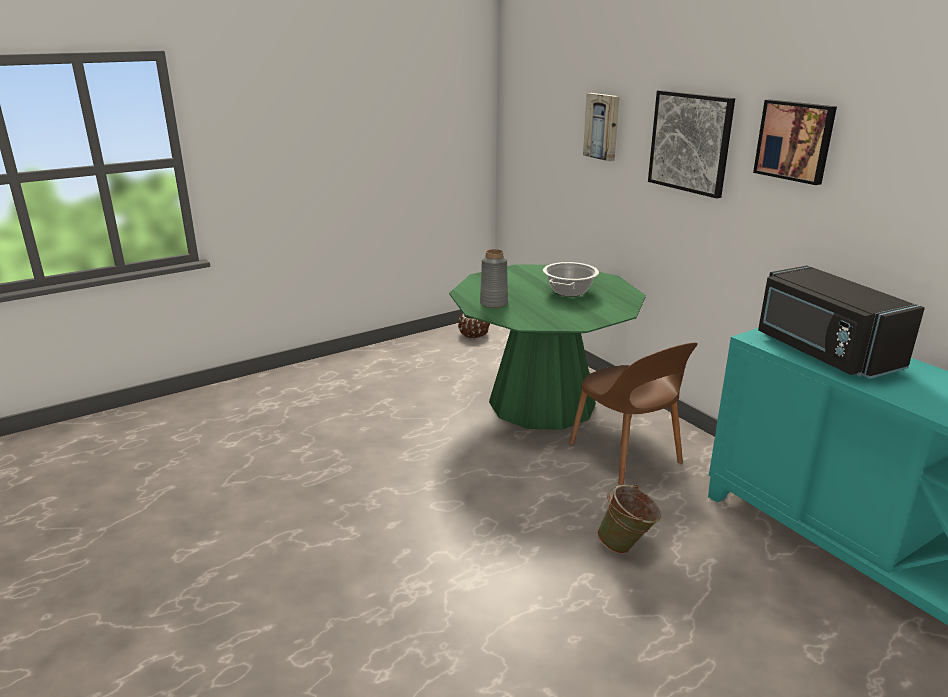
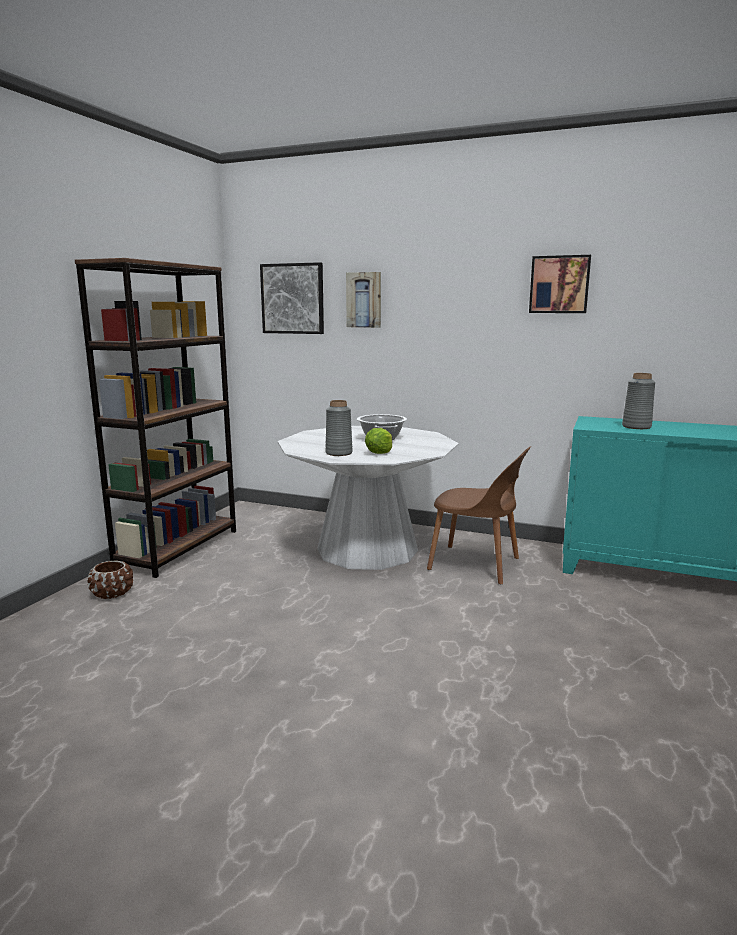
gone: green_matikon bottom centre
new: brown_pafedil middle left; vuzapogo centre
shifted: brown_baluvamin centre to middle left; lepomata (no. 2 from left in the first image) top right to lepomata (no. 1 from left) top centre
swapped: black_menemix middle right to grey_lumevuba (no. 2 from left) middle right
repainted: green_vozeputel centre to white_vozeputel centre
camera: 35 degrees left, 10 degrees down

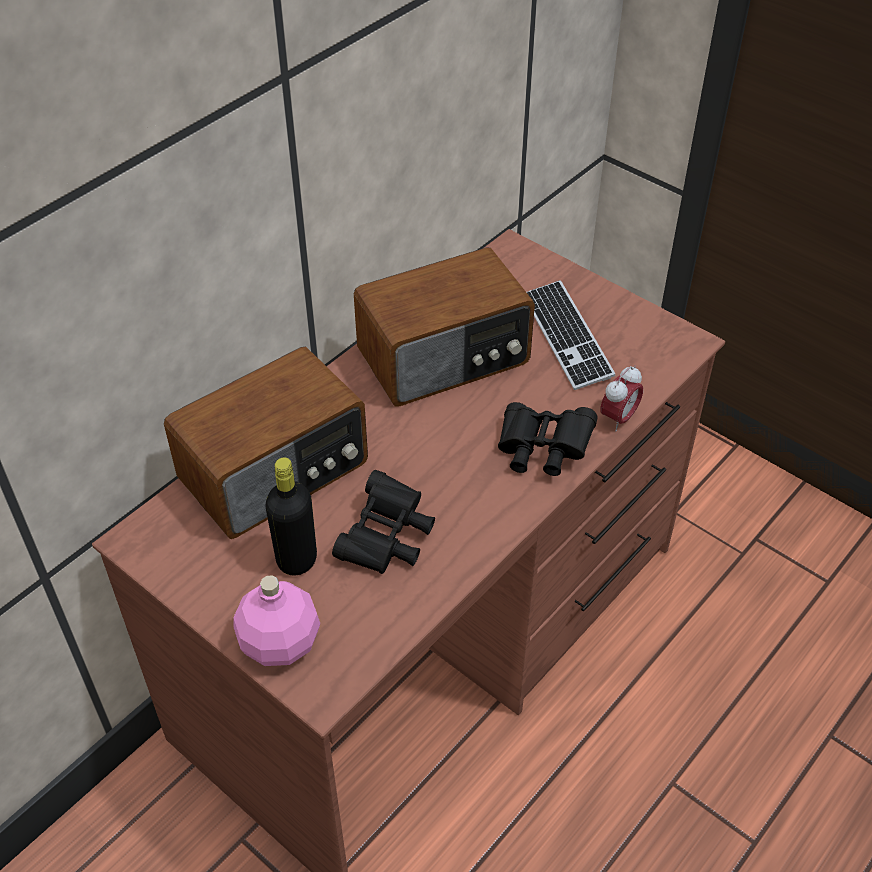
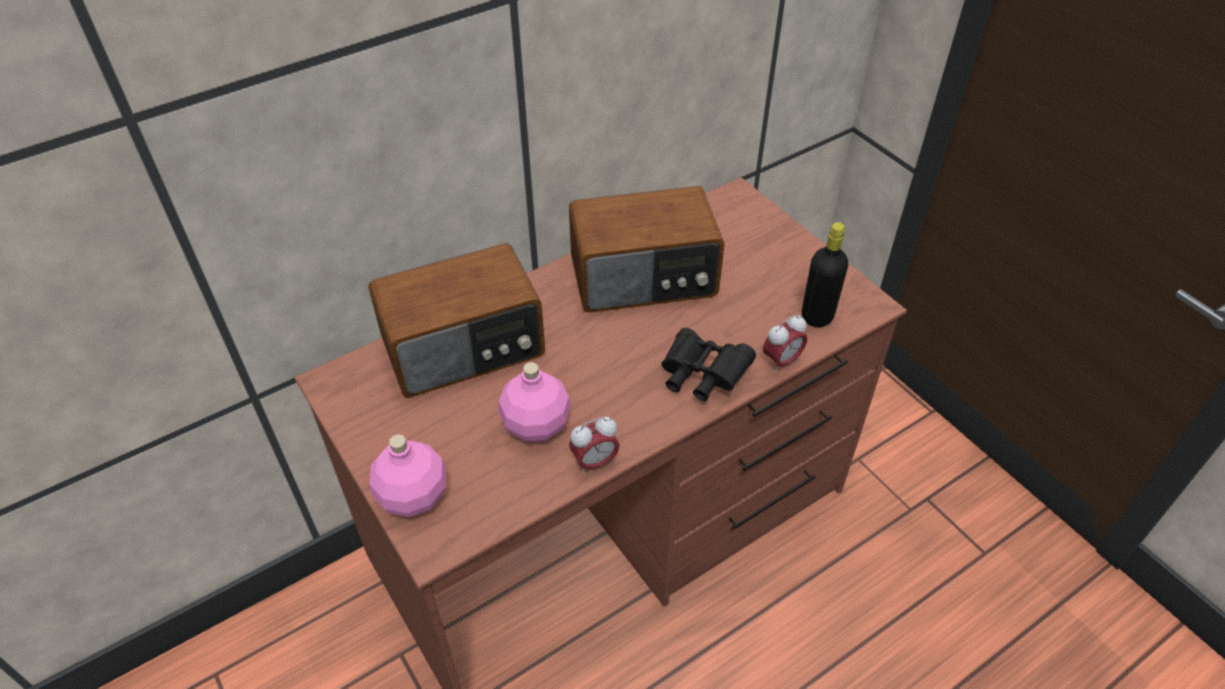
gone: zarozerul centre
new: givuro (no. 1 from left) centre
shifted: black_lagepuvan centre to middle right
swapped: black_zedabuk (no. 1 from left) centre to pink_lagepuvan (no. 2 from left) centre
camera: 15 degrees right, 0 degrees up

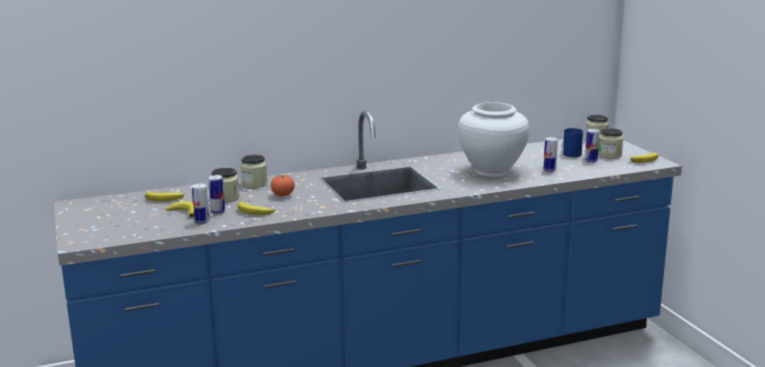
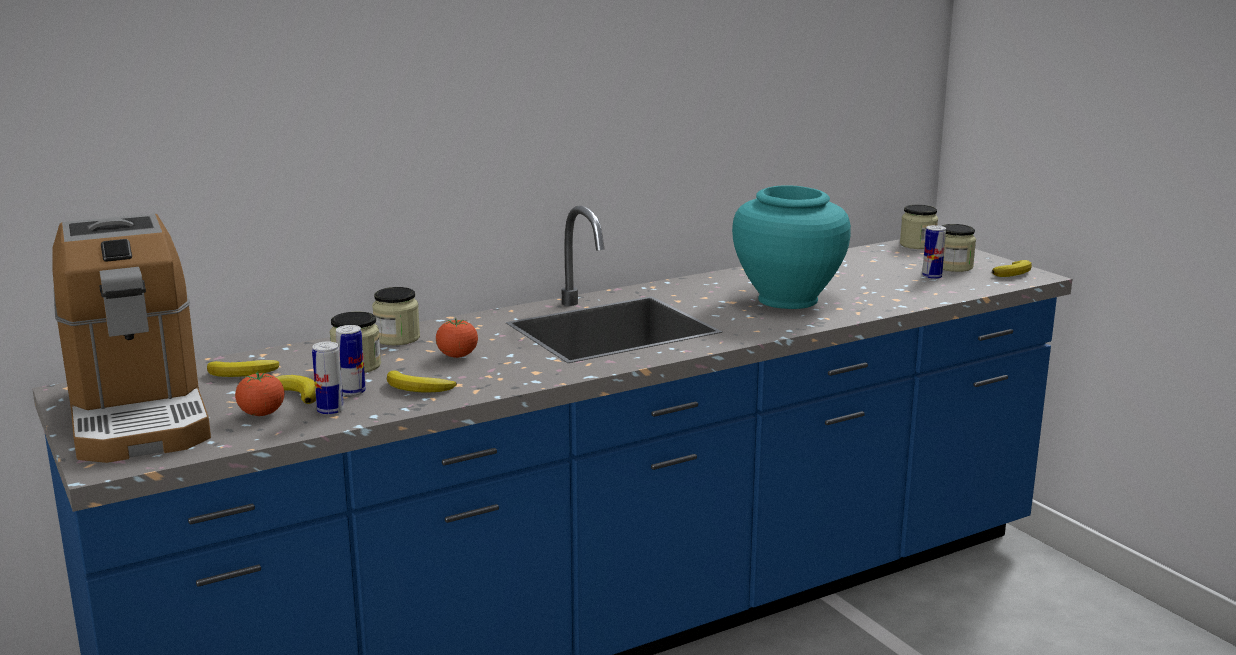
gone: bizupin (no. 3 from left) middle right; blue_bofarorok middle right
new: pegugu middle left; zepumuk (no. 1 from left) middle left
repainted: white_lumevuba centre to turquoise_lumevuba centre
camera: 10 degrees left, 0 degrees up

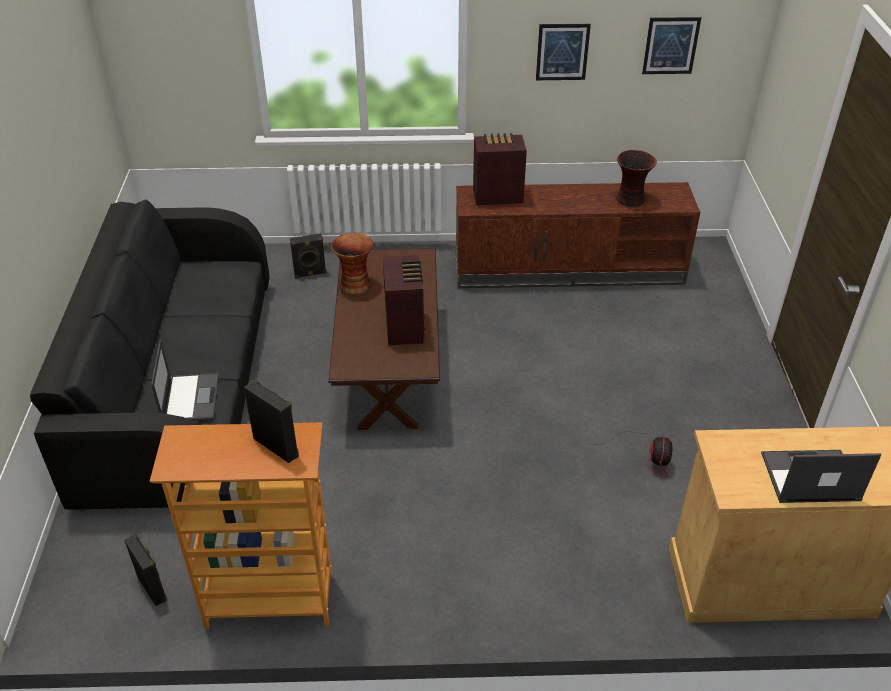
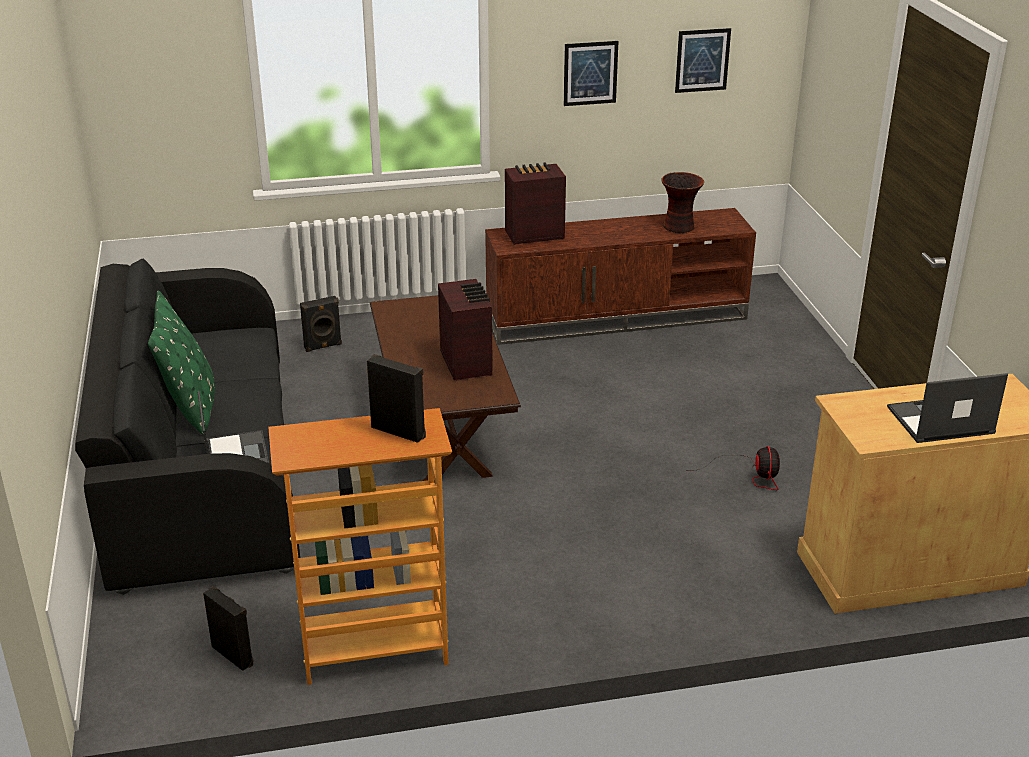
gone: lumevuba (no. 1 from left) centre
new: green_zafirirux middle left
camera: 10 degrees left, 10 degrees down

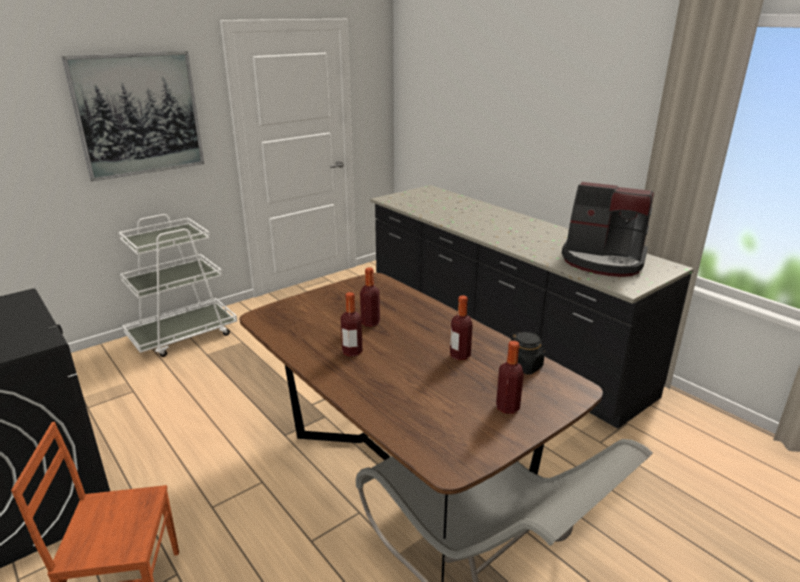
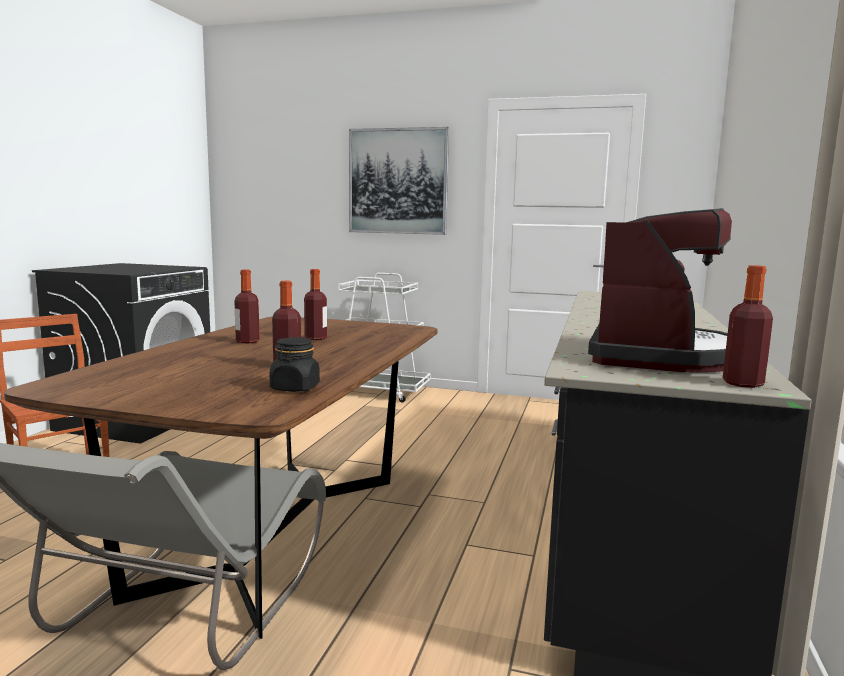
shifted: lagepuvan (no. 4 from left) centre to middle right
rotated: pegugu middle right = middle right 150 degrees counterclockwise
camera: 55 degrees right, 15 degrees down

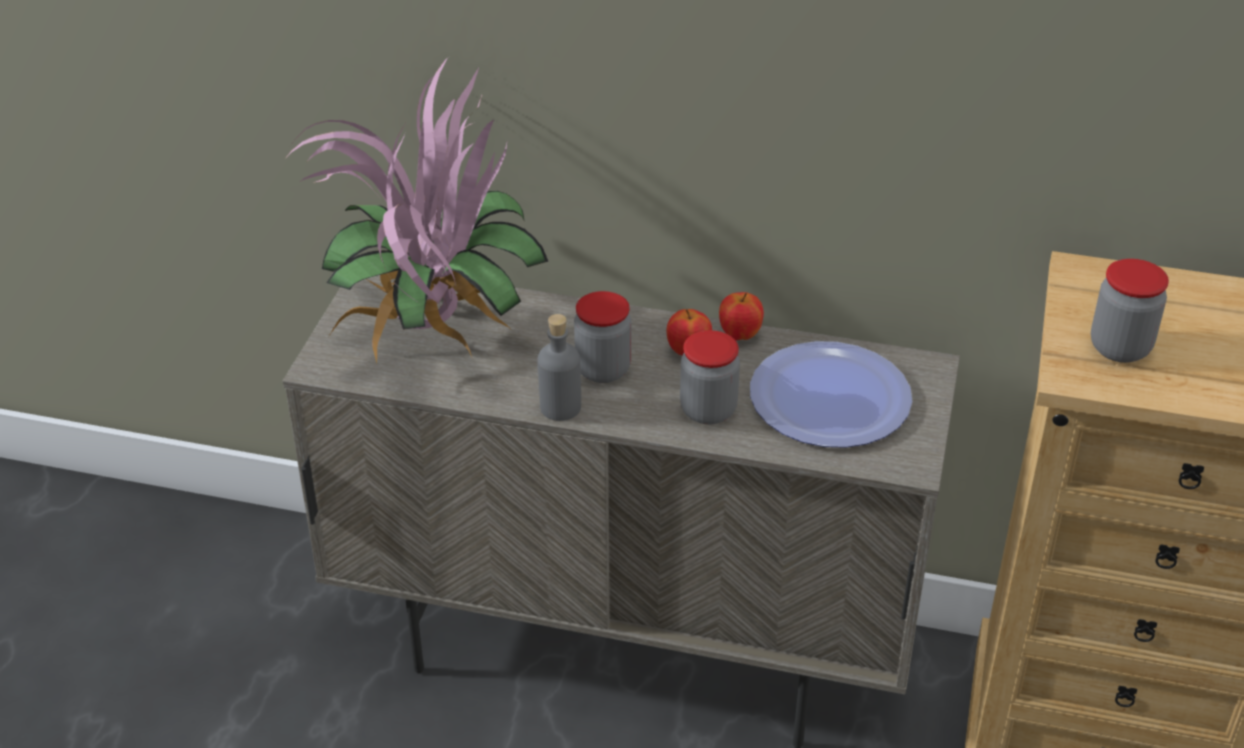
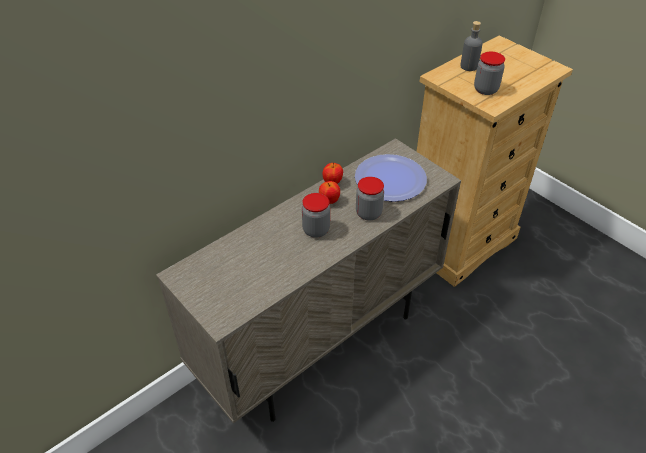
gone: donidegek top centre
shifted: grey_lagepuvan centre to top right
camera: 55 degrees left, 5 degrees up

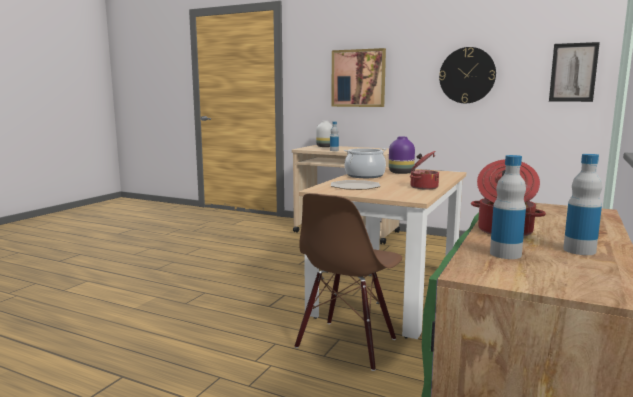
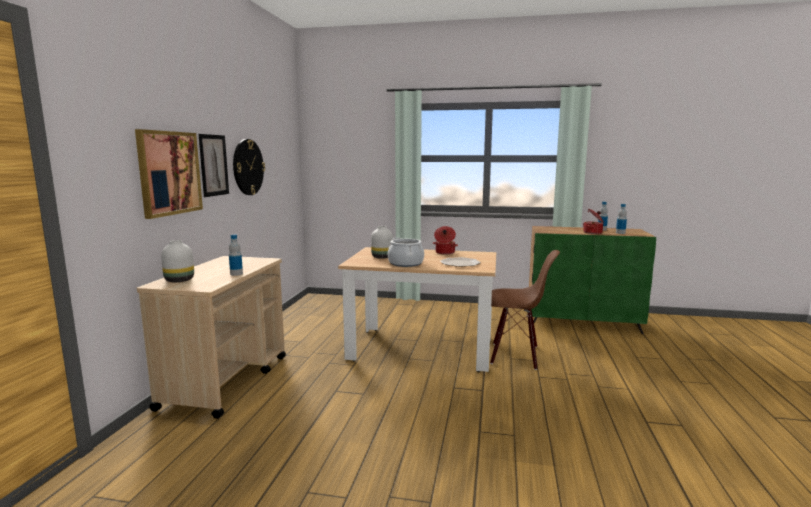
shifted: lepomata (no. 2 from left) top right to top left
repainted: purple_lumevuba centre to white_lumevuba (no. 2 from left) centre
camera: 105 degrees left, 0 degrees up

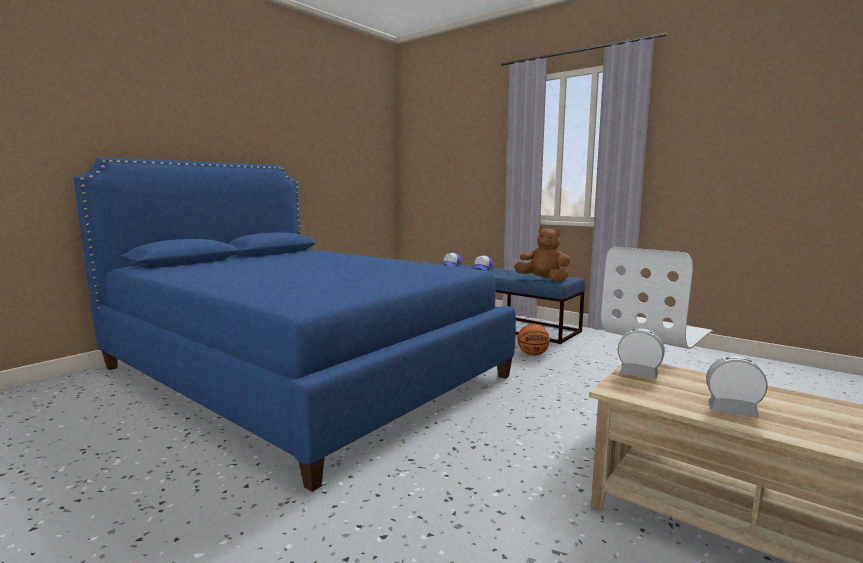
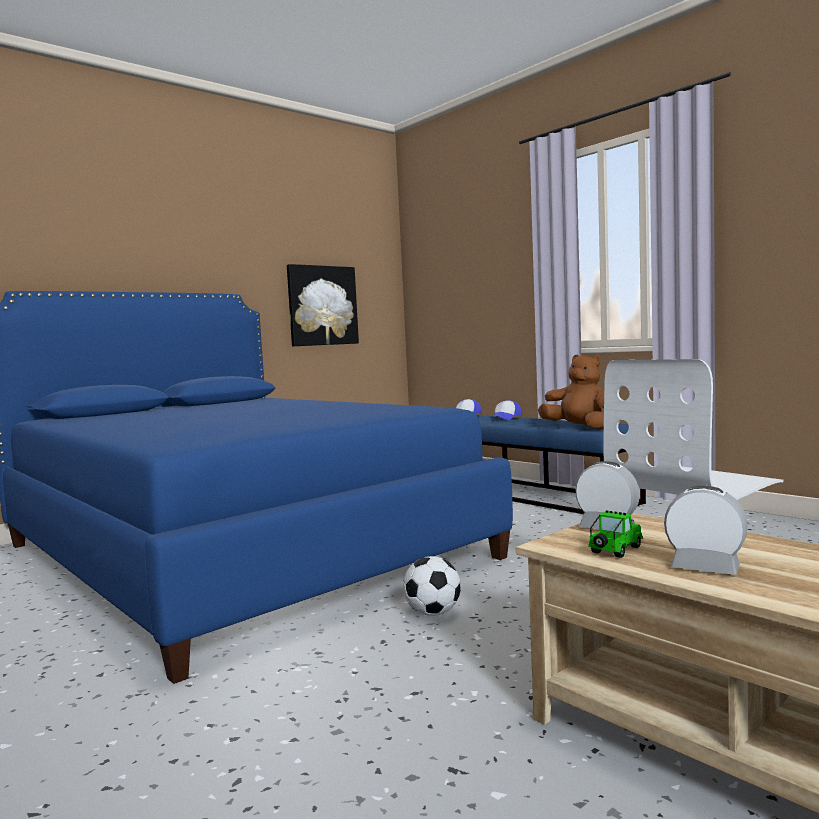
gone: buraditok centre
new: lepomata centre; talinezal bottom centre; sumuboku middle right
camera: 10 degrees right, 5 degrees down

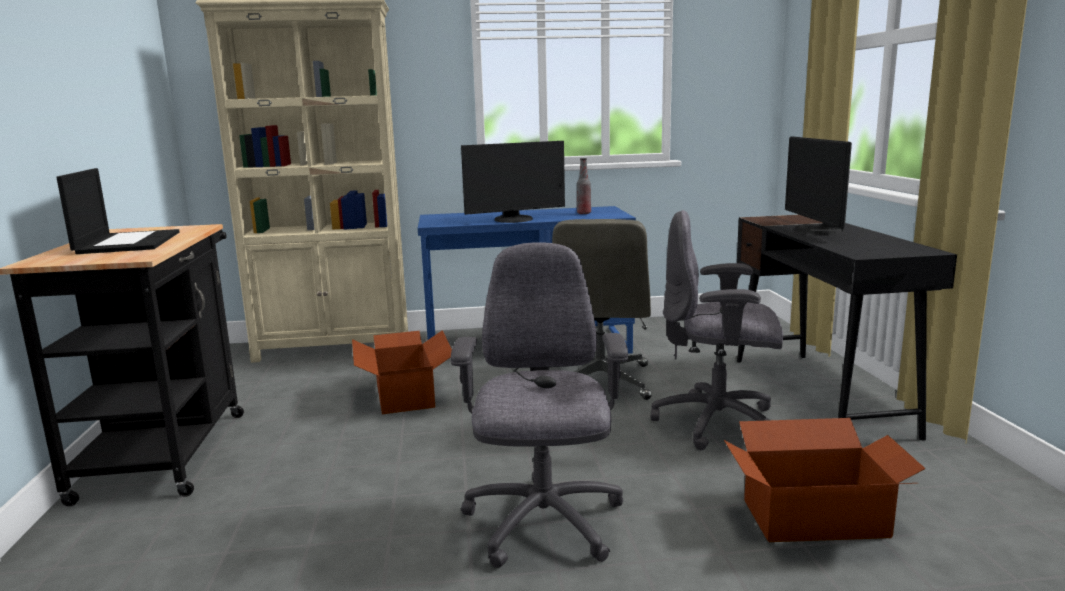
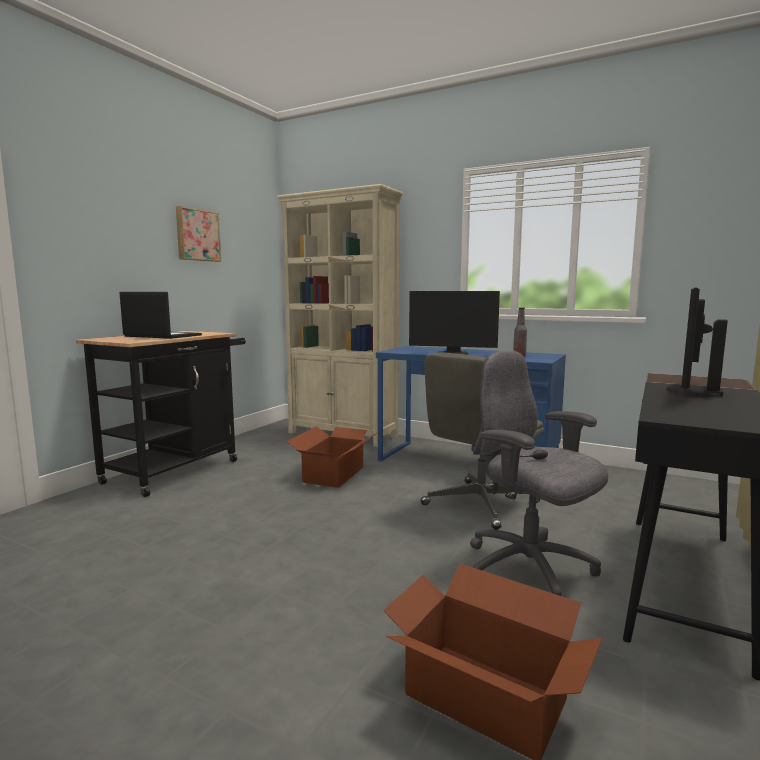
gone: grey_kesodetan (no. 1 from left) bottom centre
new: lepomata top left
rotated: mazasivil middle left = middle left 90 degrees counterclockwise
camera: 35 degrees right, 5 degrees down

